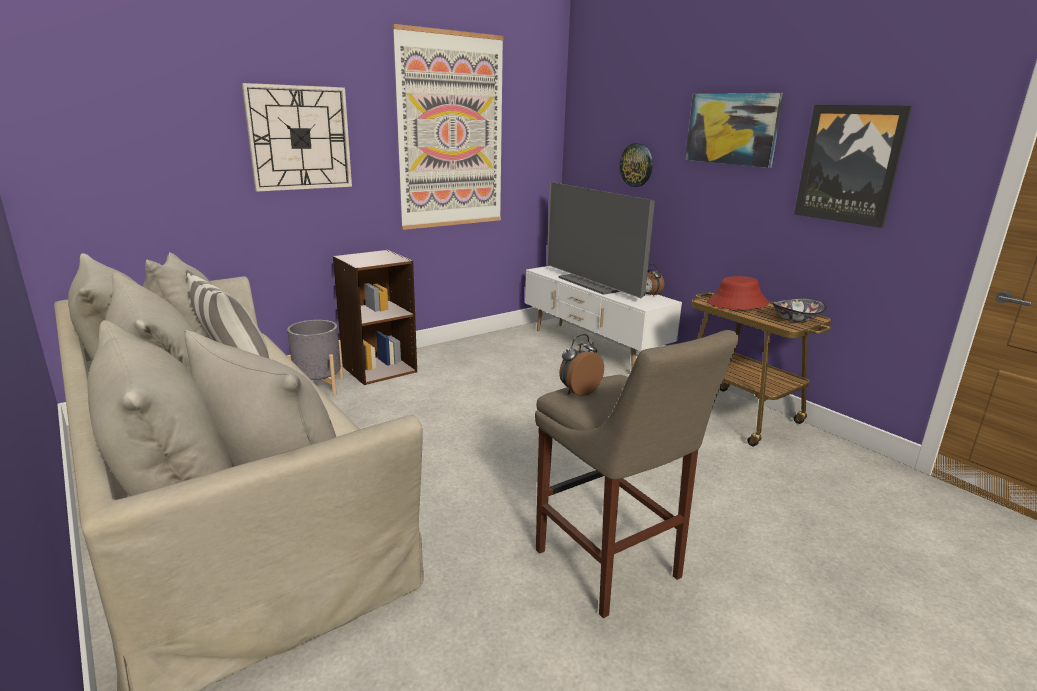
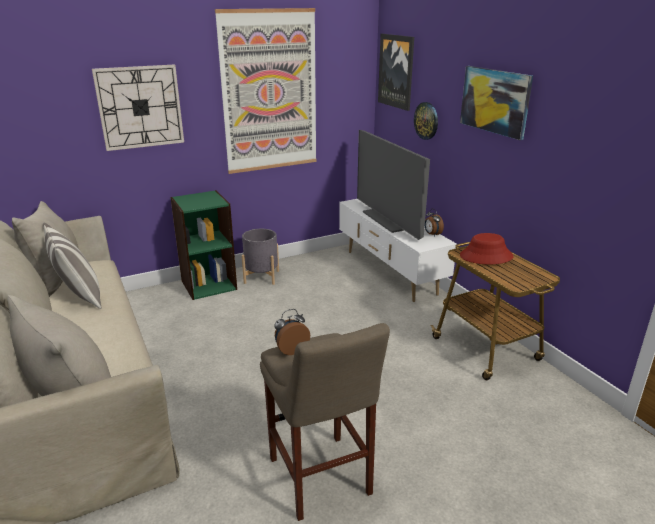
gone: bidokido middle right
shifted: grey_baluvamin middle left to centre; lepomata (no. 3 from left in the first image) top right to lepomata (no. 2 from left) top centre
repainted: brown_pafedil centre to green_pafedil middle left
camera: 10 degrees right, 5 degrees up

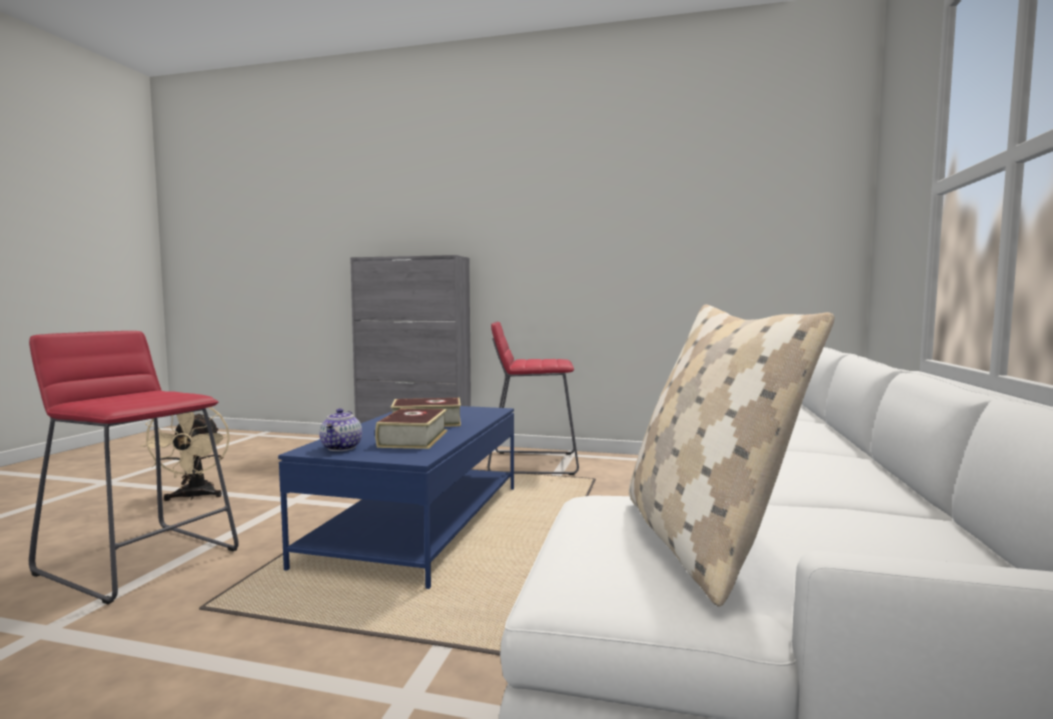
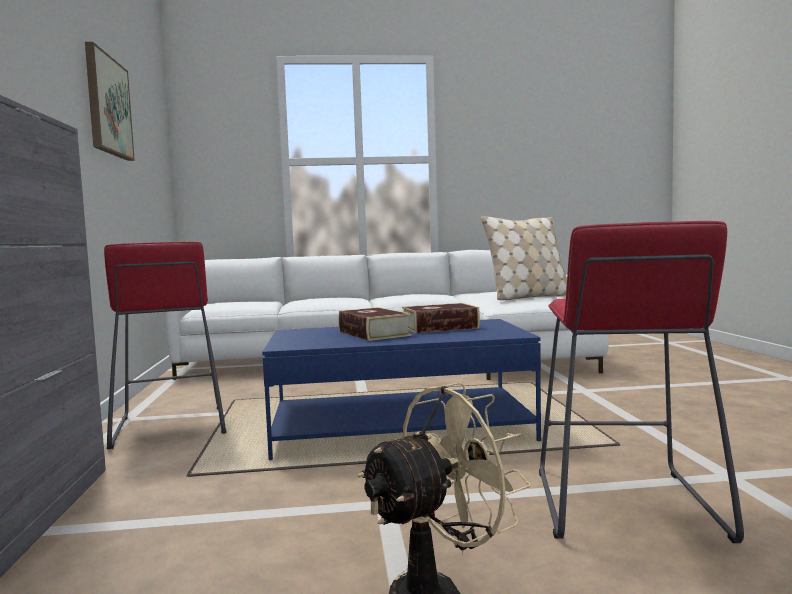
gone: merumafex middle left
new: lepomata top left
camera: 110 degrees left, 0 degrees up

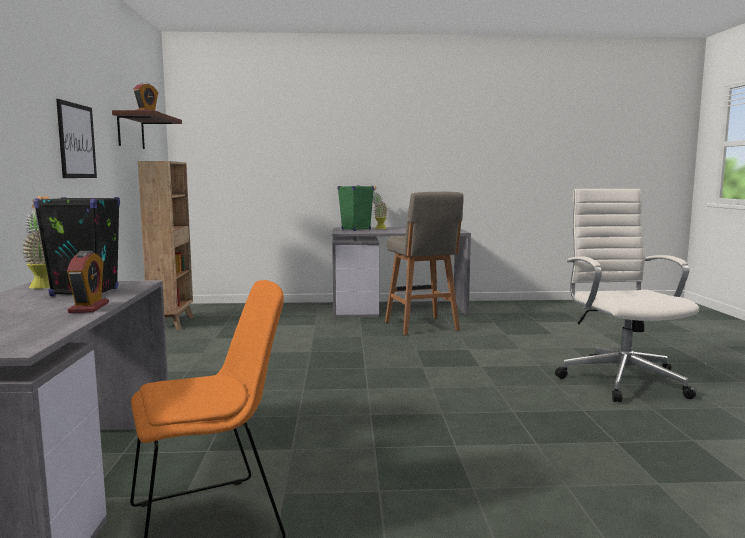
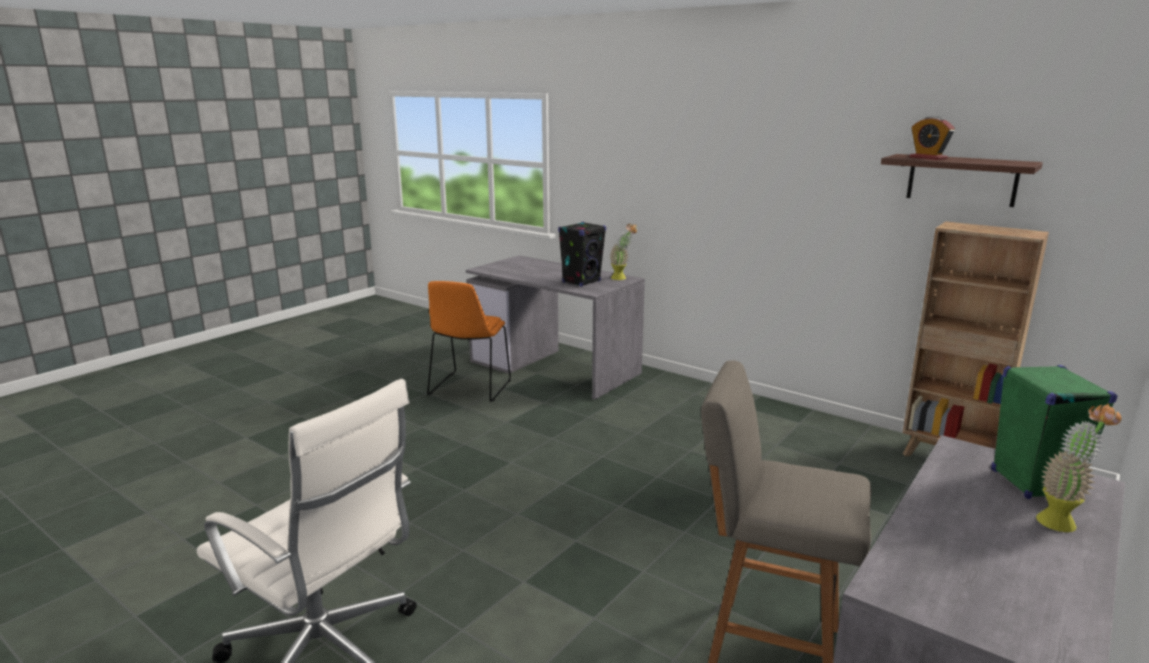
gone: lepomata top left; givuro (no. 1 from left) middle left
camera: 130 degrees right, 10 degrees up

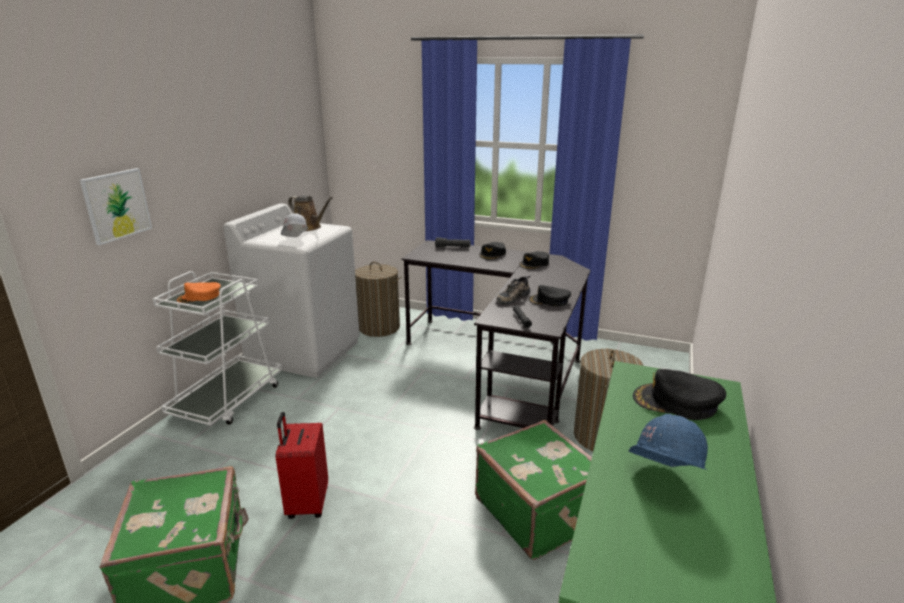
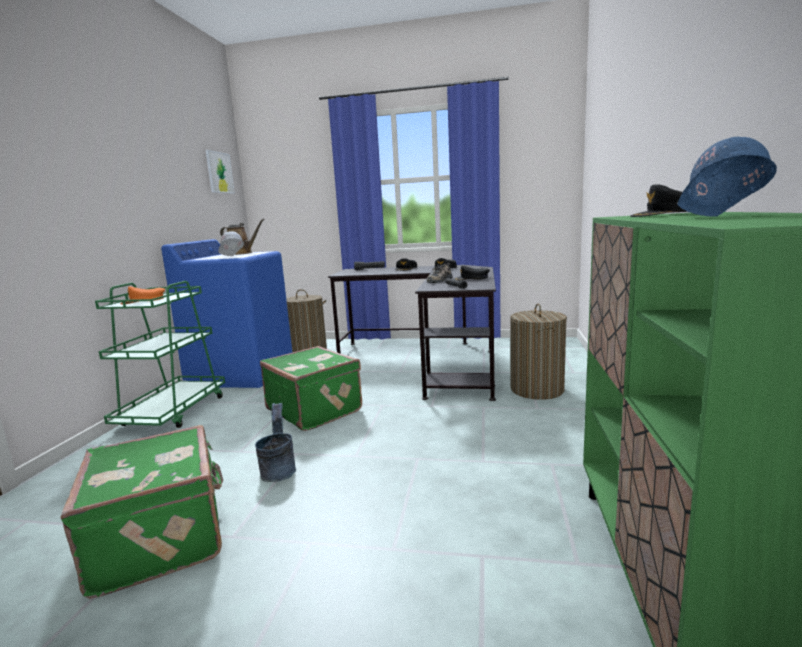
shifted: lepomata middle left to top left; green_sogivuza (no. 2 from left) bottom centre to centre
swapped: red_sogivuza bottom centre to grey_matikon bottom centre
repainted: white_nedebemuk middle left to green_nedebemuk middle left; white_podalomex middle left to blue_podalomex middle left
camera: 10 degrees left, 10 degrees down

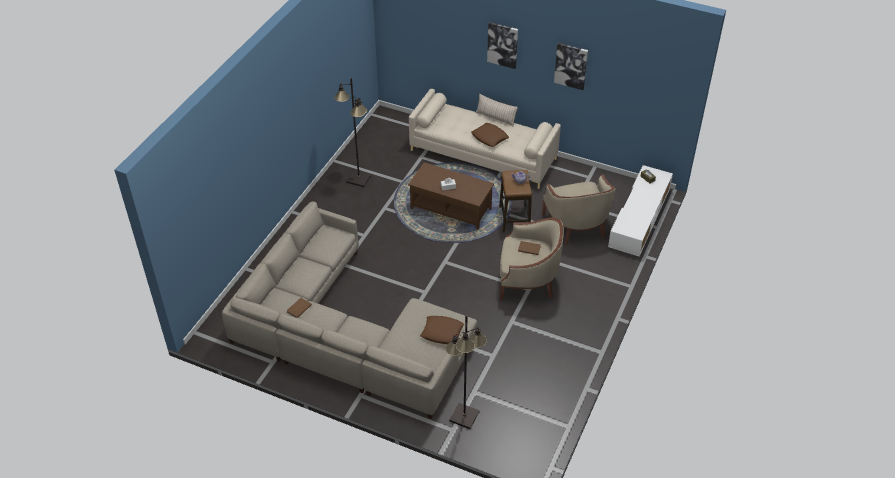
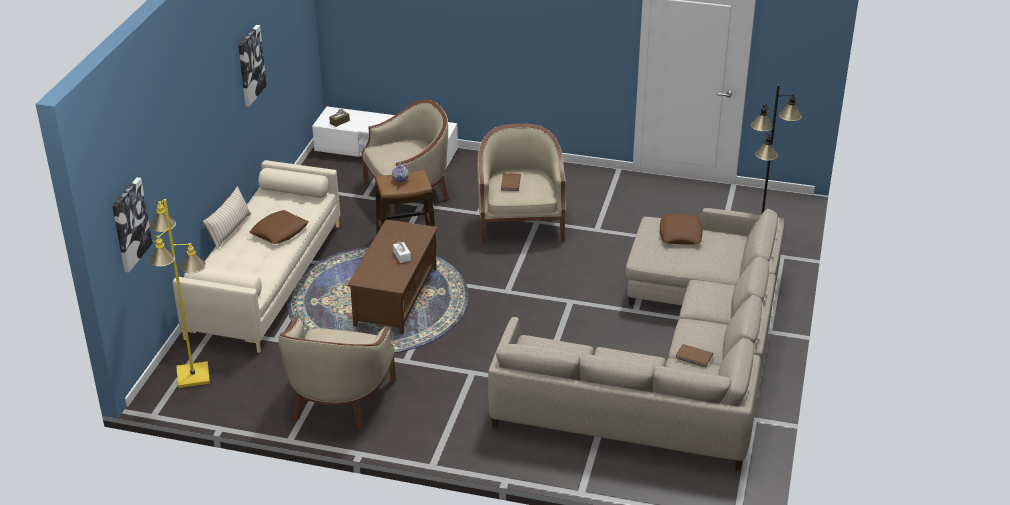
new: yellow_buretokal middle left
shifted: lepomata (no. 1 from left) top centre to middle left
swapped: black_buretokal (no. 1 from left) top centre to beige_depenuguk (no. 1 from left) bottom left
camera: 100 degrees left, 10 degrees down

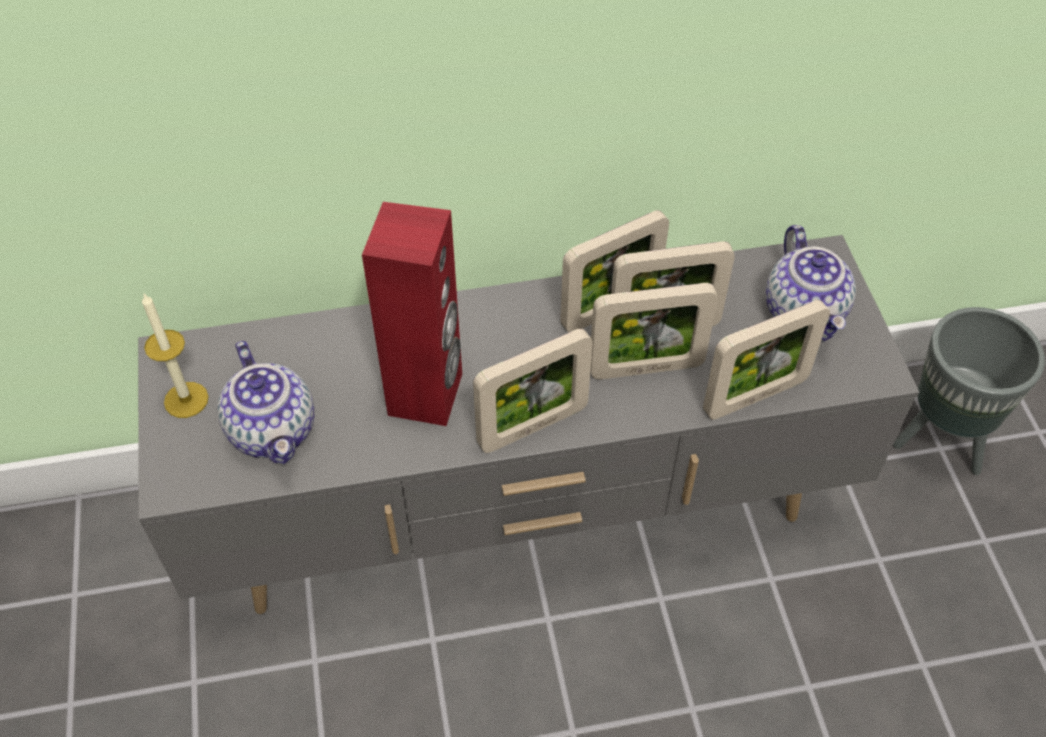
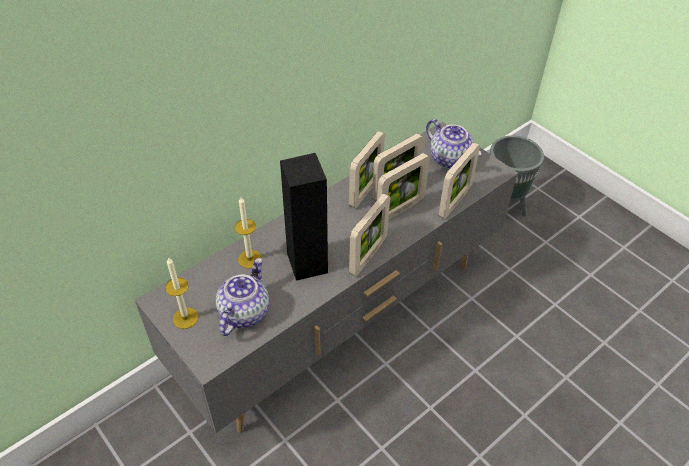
new: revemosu (no. 2 from left) centre
repainted: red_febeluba centre to black_febeluba centre
rotated: merumafex (no. 1 from left) middle left = centre 105 degrees counterclockwise
camera: 30 degrees left, 5 degrees down

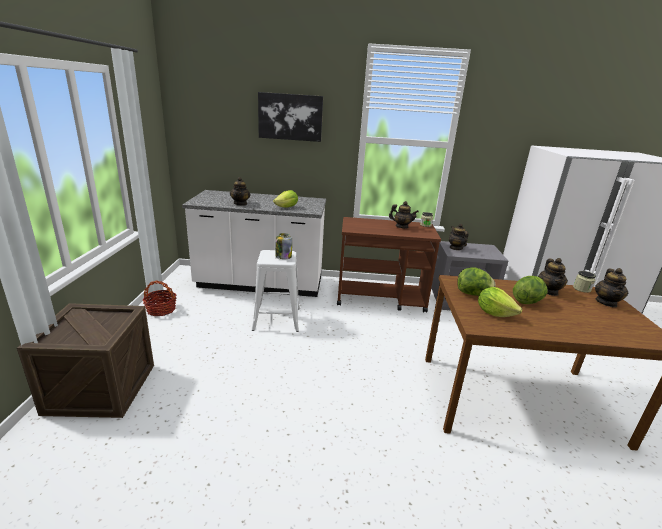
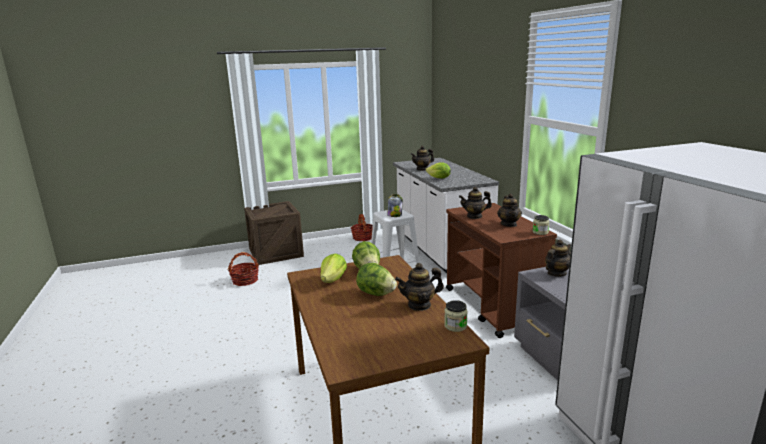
gone: lepomata top centre
new: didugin (no. 1 from left) middle left
shifted: merumafex (no. 5 from left in the first image) middle right to merumafex (no. 3 from left) centre
camera: 70 degrees right, 5 degrees down

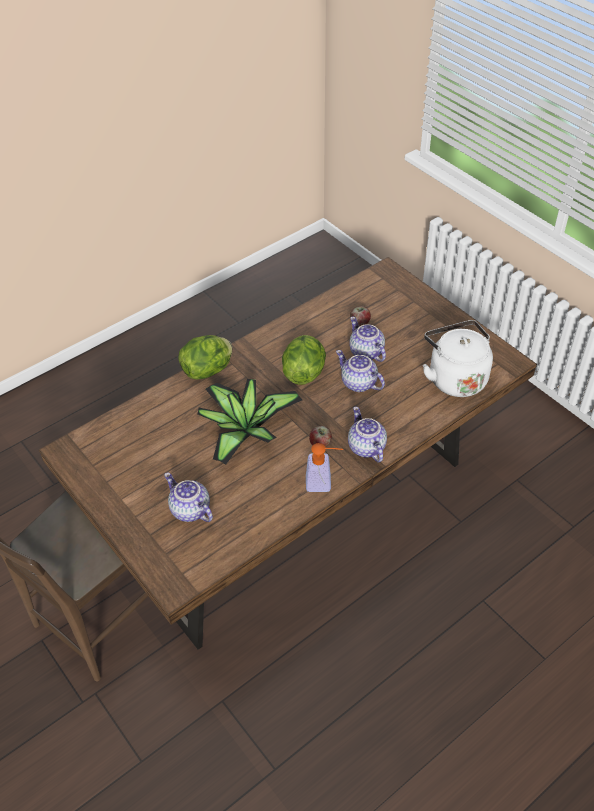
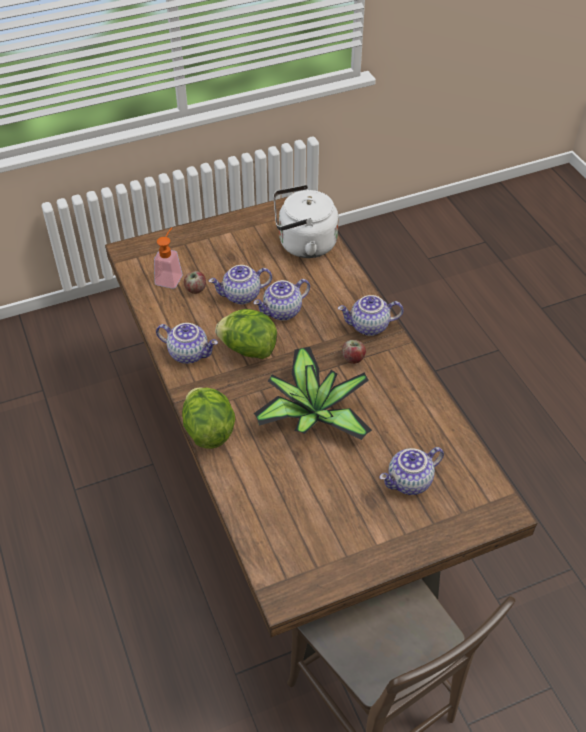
new: merumafex (no. 1 from left) middle left
shifted: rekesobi centre to middle left
camera: 75 degrees left, 0 degrees up

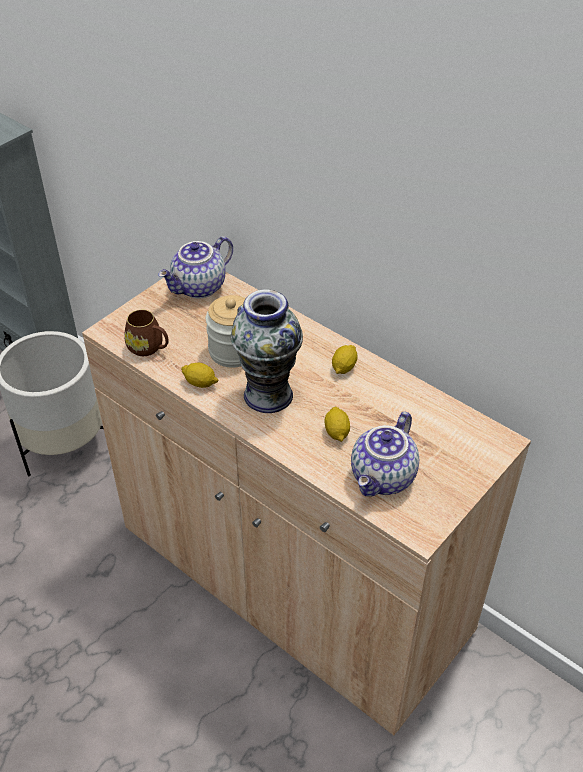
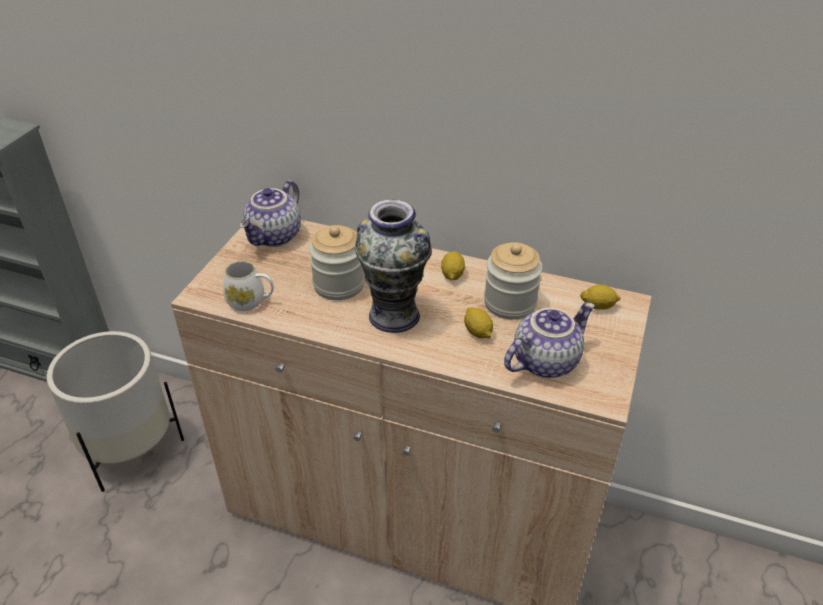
new: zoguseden (no. 2 from left) centre
shifted: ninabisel (no. 1 from left in the first image) centre to ninabisel (no. 3 from left) middle right
repainted: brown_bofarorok middle left to white_bofarorok middle left
rotated: merumafex (no. 2 from left) centre = middle right 135 degrees counterclockwise
camera: 20 degrees left, 5 degrees down

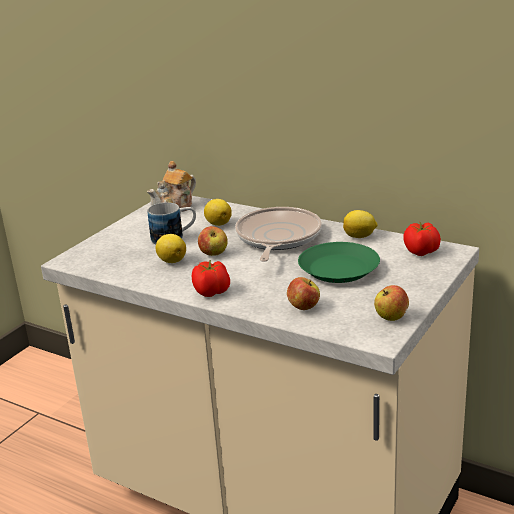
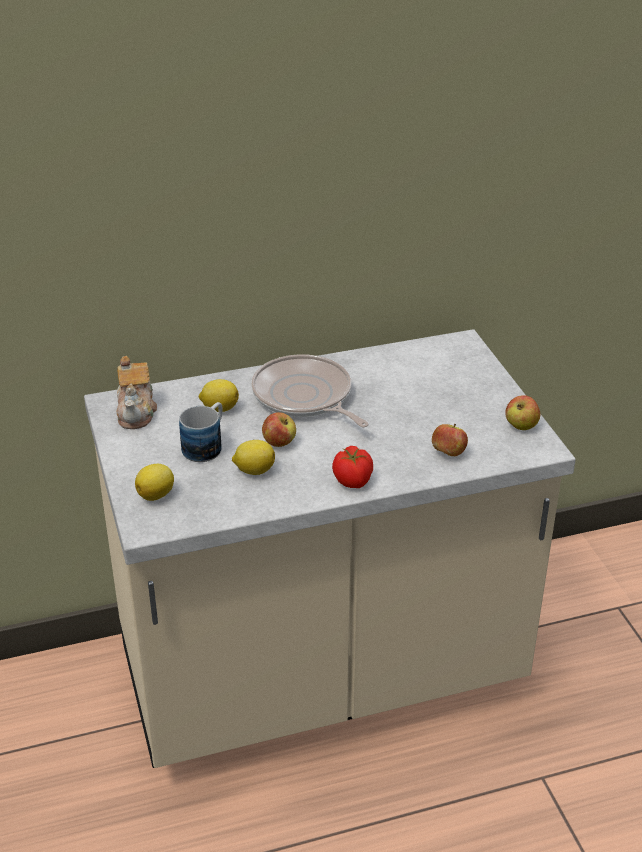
gone: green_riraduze centre; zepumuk (no. 2 from left) middle right
shifted: ninabisel (no. 3 from left in the first image) middle right to ninabisel (no. 1 from left) middle left
camera: 50 degrees left, 10 degrees up

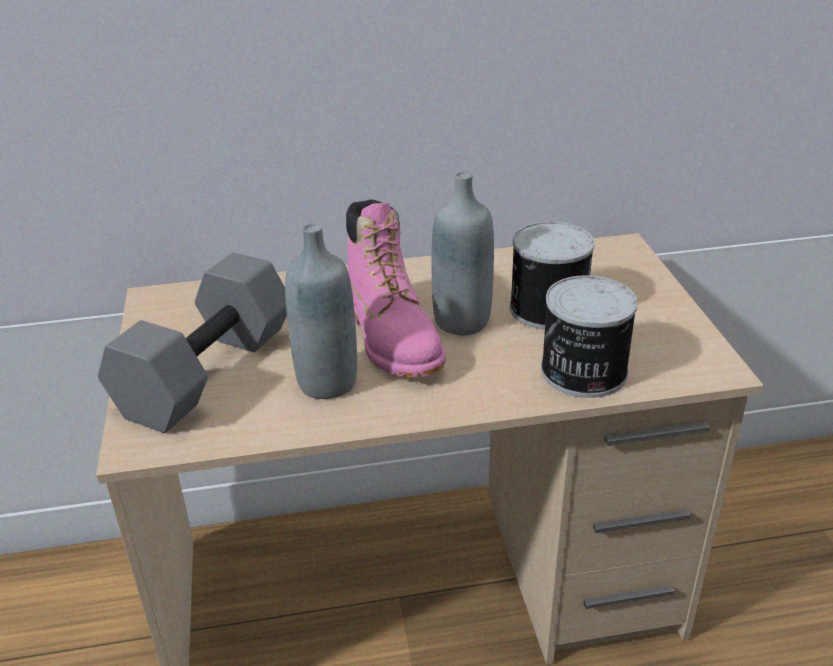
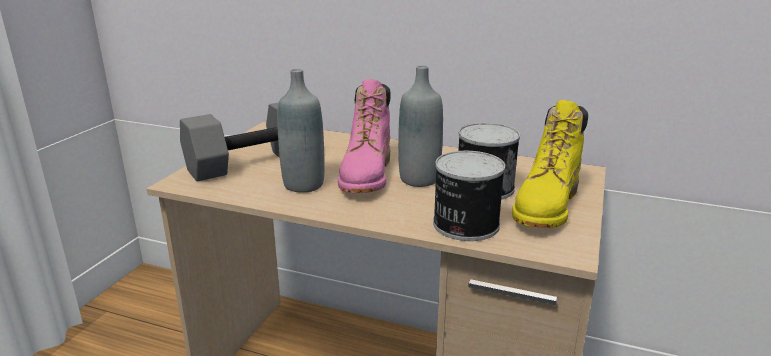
new: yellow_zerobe middle right
camera: 30 degrees right, 10 degrees down

